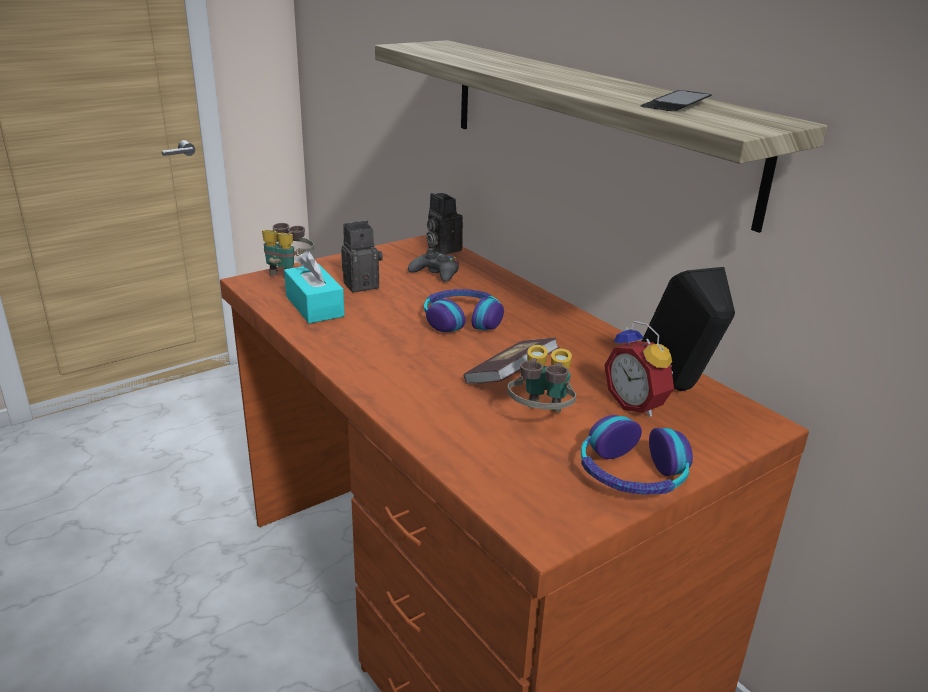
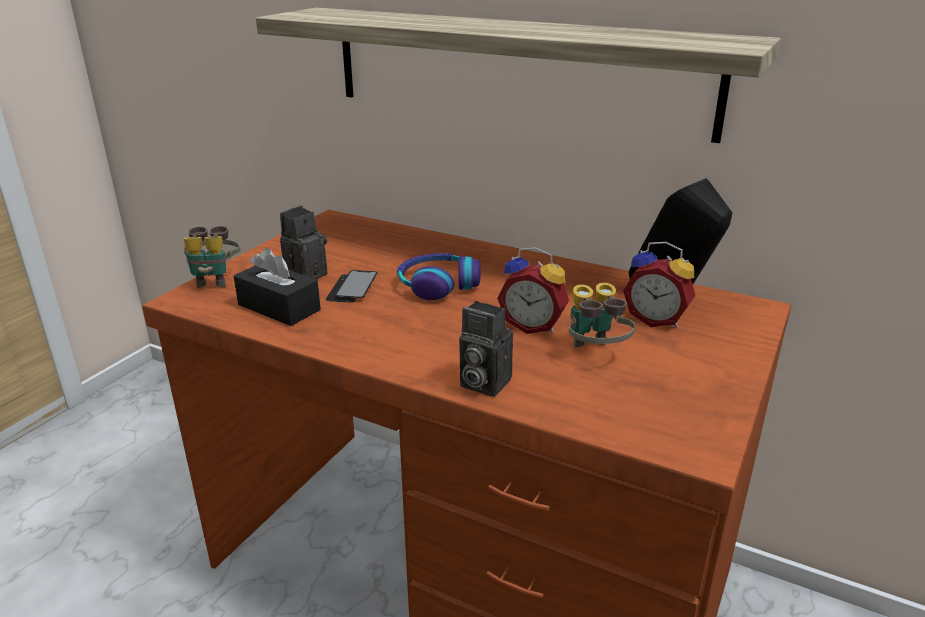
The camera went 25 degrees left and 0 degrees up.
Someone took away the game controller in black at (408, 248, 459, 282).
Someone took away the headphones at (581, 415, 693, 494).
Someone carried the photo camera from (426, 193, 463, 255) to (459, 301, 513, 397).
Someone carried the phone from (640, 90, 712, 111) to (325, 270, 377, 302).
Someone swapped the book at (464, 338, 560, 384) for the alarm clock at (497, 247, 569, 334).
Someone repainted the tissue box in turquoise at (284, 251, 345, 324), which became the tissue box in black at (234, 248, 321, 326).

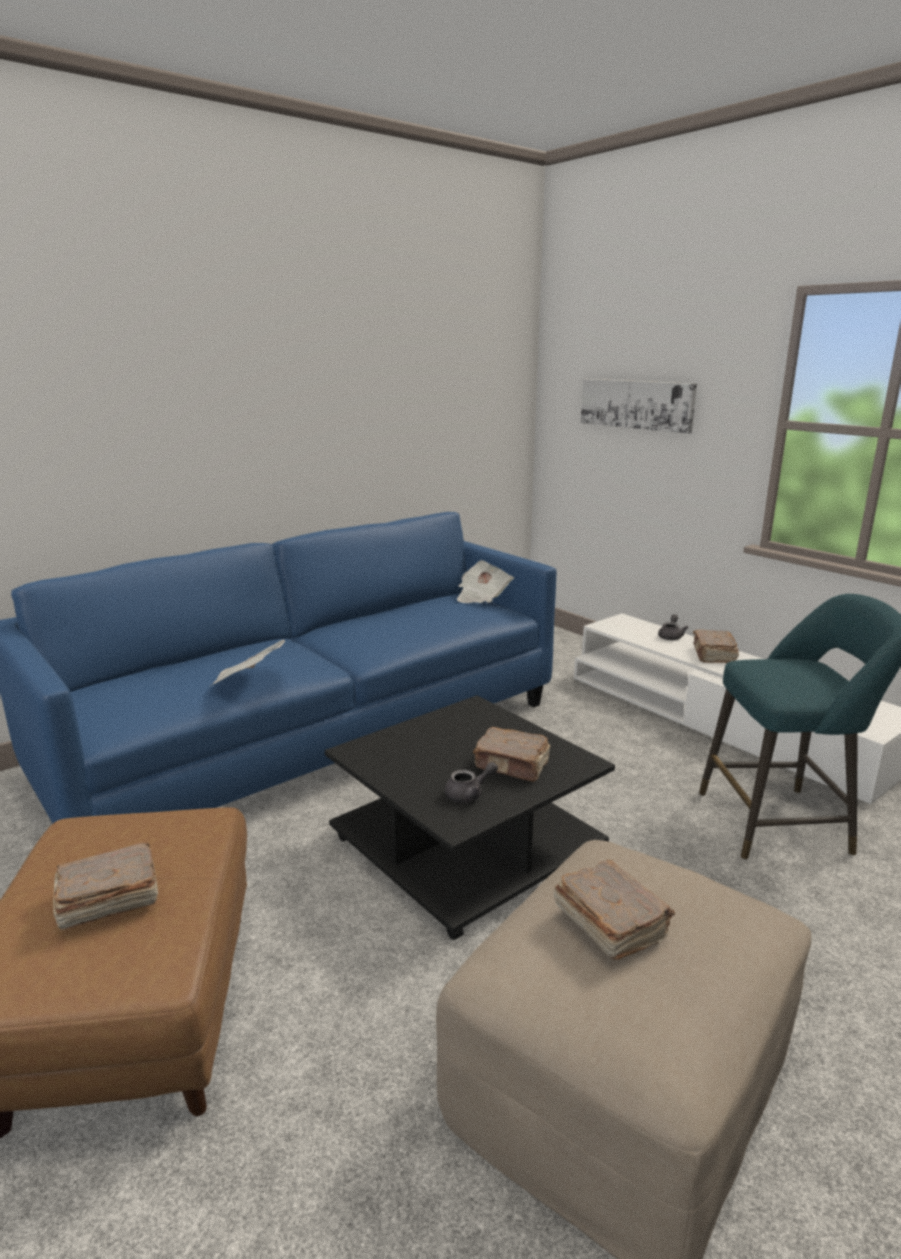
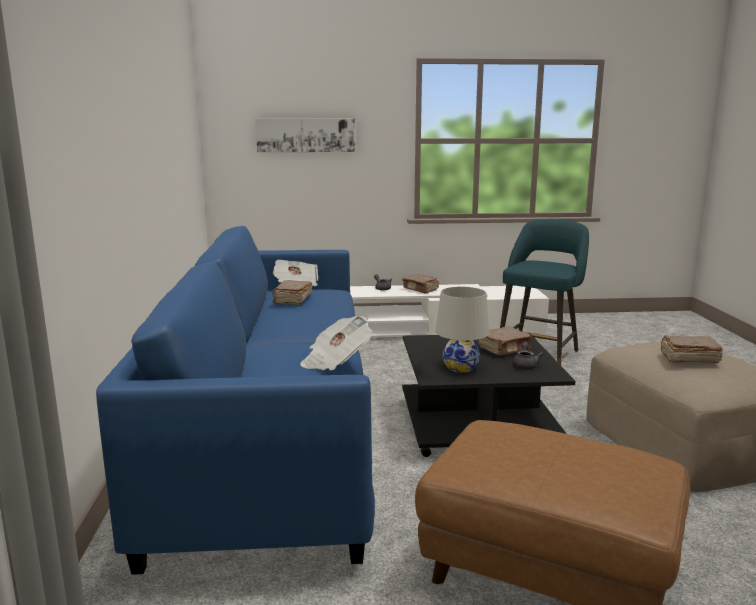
The camera went 55 degrees left and 5 degrees down.
Someone put down the table lamp in white at (435, 287, 489, 373).
Someone carried the book in brown from (53, 842, 158, 931) to (272, 280, 313, 305).

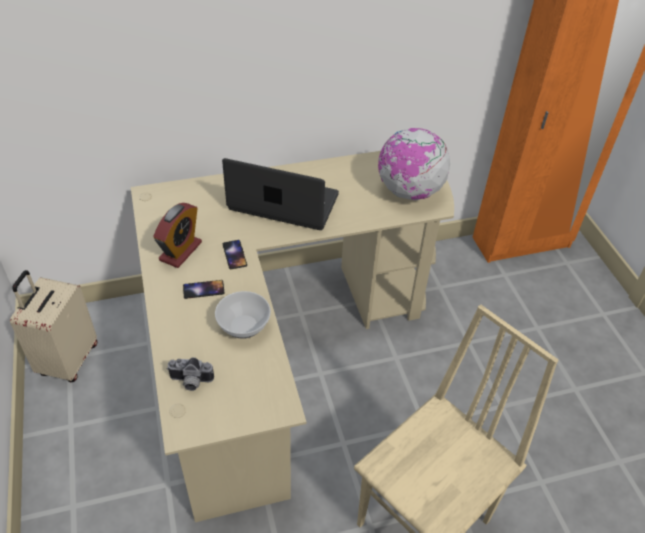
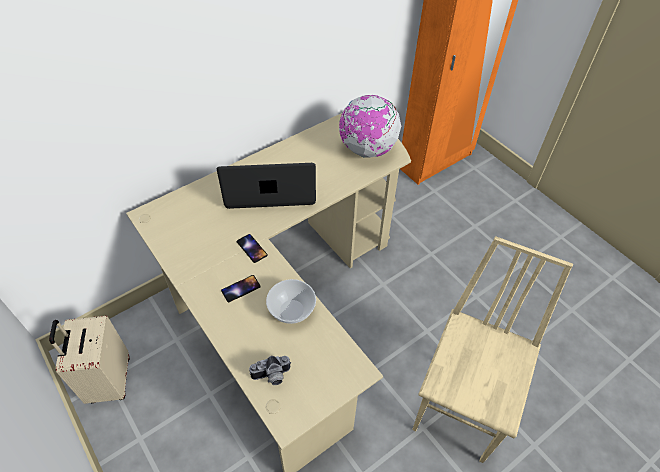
The camera went 20 degrees left and 5 degrees up.
Someone took away the alarm clock at (153, 203, 202, 268).

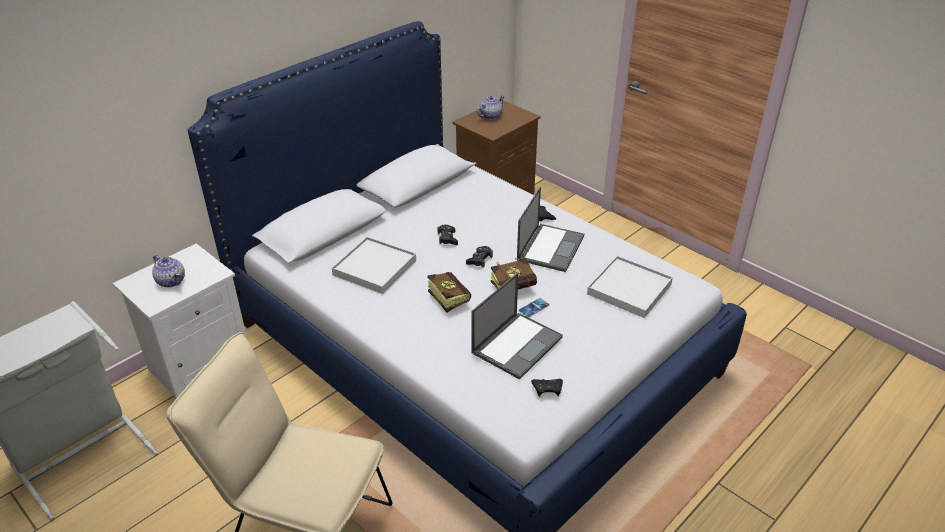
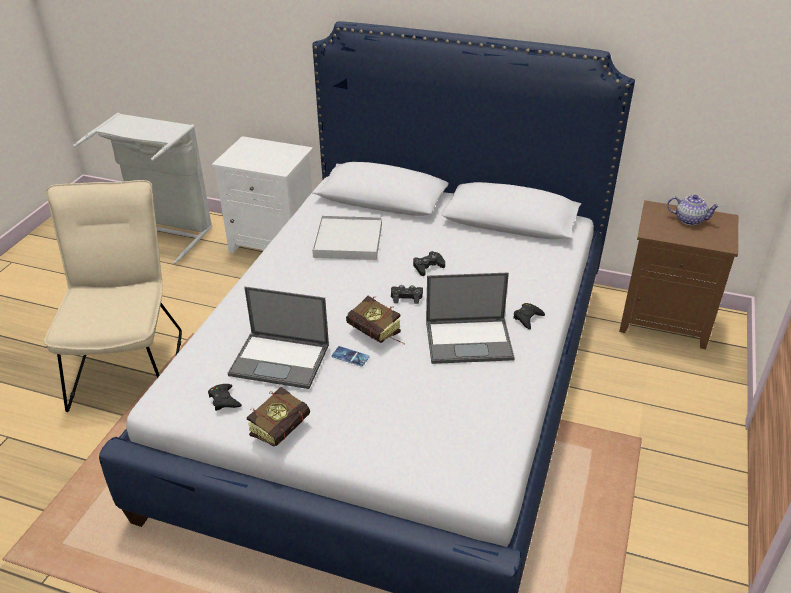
The camera went 65 degrees right and 0 degrees up.
Someone took away the teapot at (152, 255, 185, 288).
Someone took away the tray in white at (587, 256, 673, 318).
Someone carried the book from (427, 272, 471, 313) to (247, 387, 310, 446).

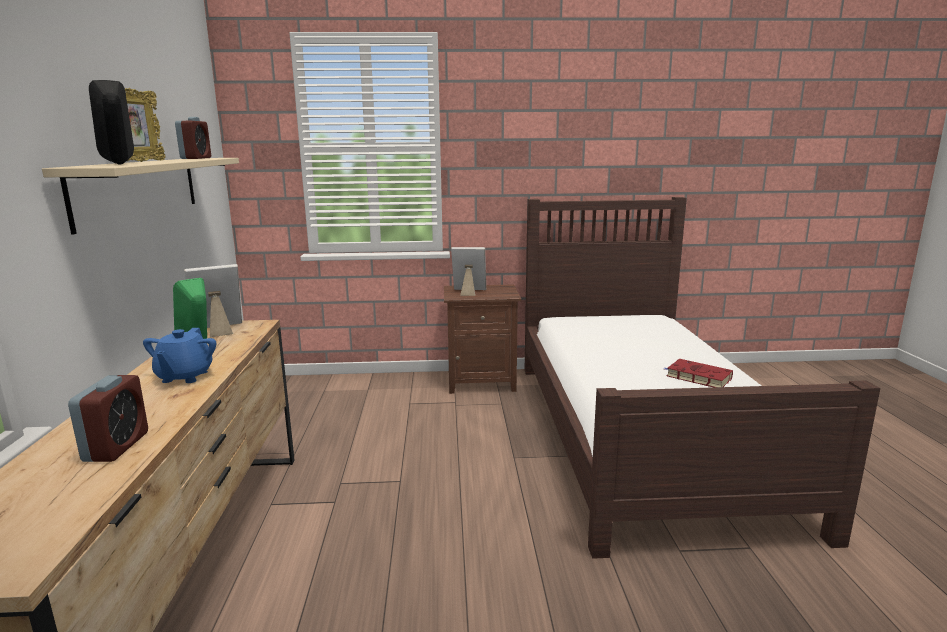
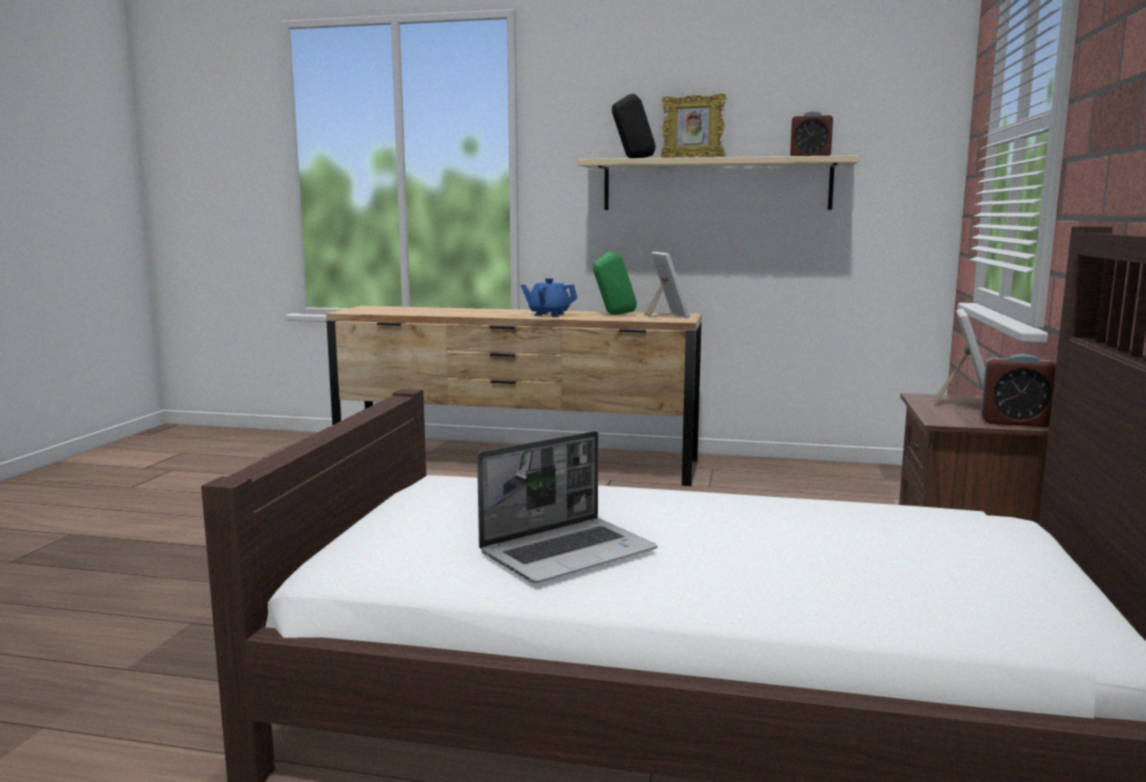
The camera went 105 degrees right and 5 degrees down.
Someone carried the alarm clock from (68, 375, 148, 462) to (981, 354, 1056, 427).
Someone swapped the book in red at (665, 359, 733, 387) for the laptop at (477, 431, 657, 583).

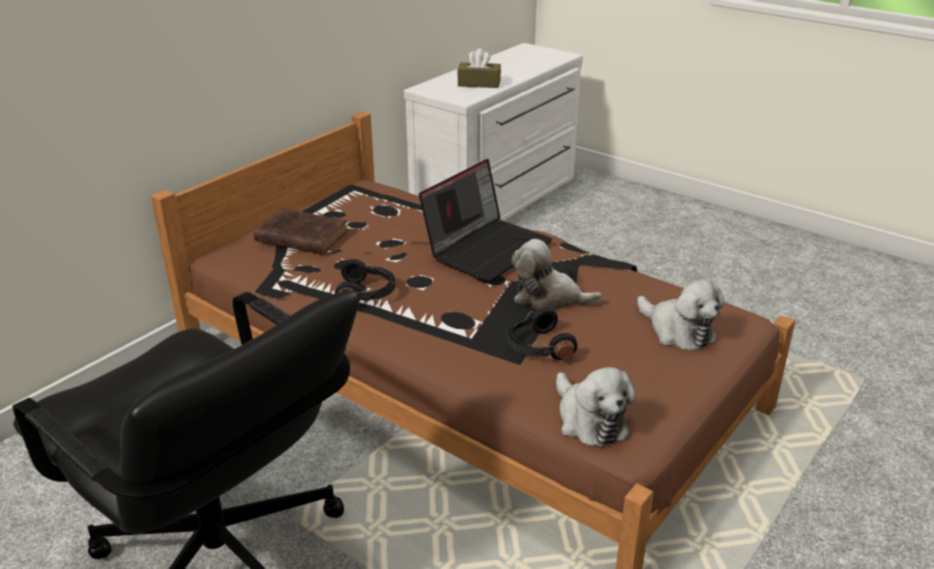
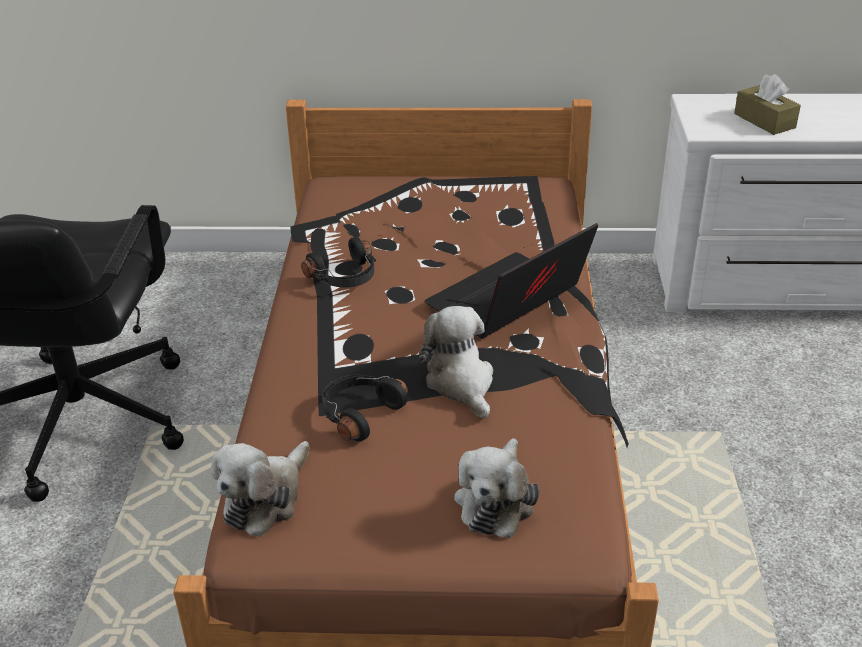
The camera went 55 degrees right and 5 degrees up.
Someone took away the book in brown at (253, 208, 348, 255).
Someone rotated the laptop at (419, 159, 552, 282) by 135 degrees clockwise.

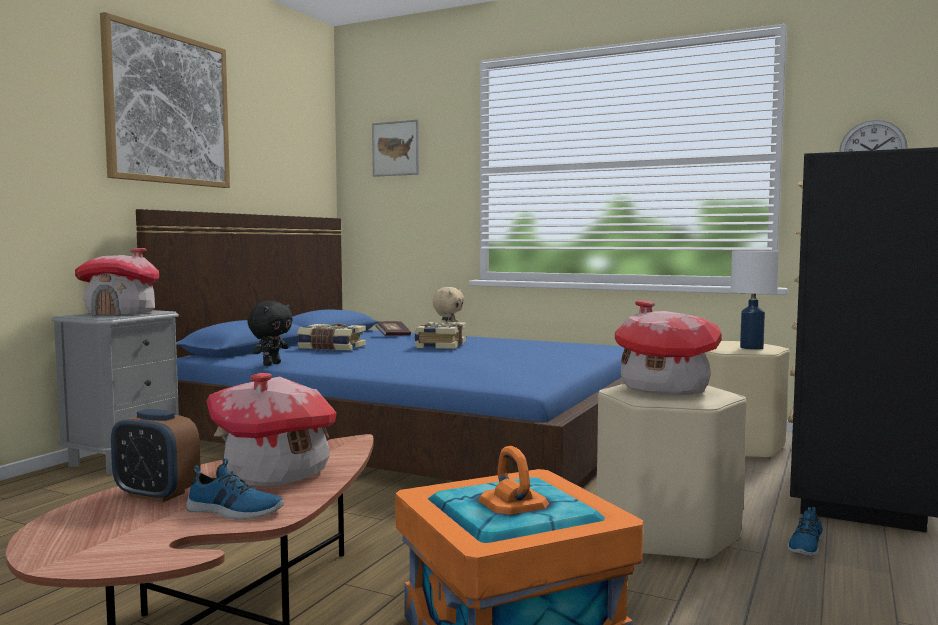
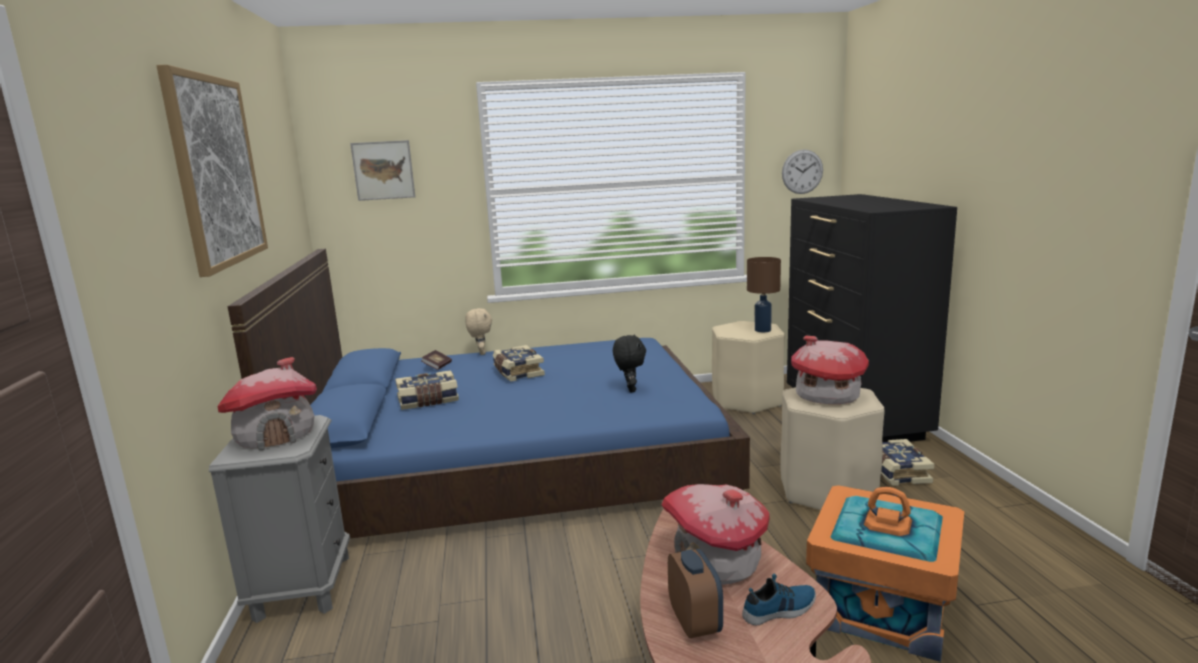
The camera went 35 degrees left and 10 degrees up.
Someone carried the plush toy in black from (247, 301, 293, 366) to (613, 335, 646, 392).
Someone swapped the shoe at (787, 507, 823, 556) for the book at (881, 439, 935, 486).
Someone repainted the table lamp in white at (731, 251, 779, 350), which became the table lamp in brown at (747, 257, 781, 332).
Someone rotated the alarm clock at (111, 409, 201, 502) by 90 degrees counterclockwise.

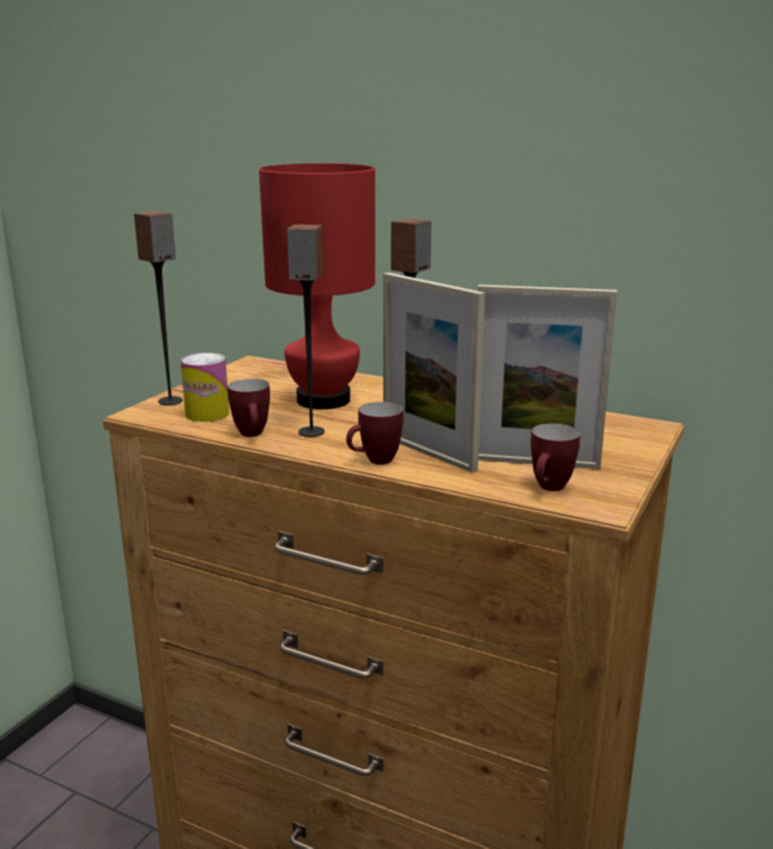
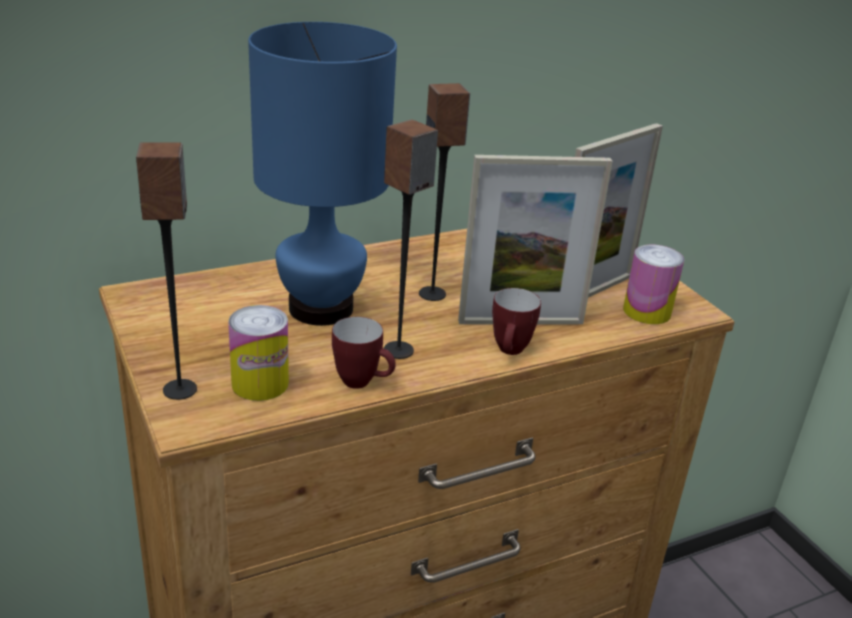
The camera went 55 degrees left and 10 degrees up.
Someone swapped the mug at (531, 423, 580, 491) for the can at (623, 245, 684, 324).
Someone repainted the table lamp in red at (259, 163, 375, 409), which became the table lamp in blue at (248, 22, 397, 326).

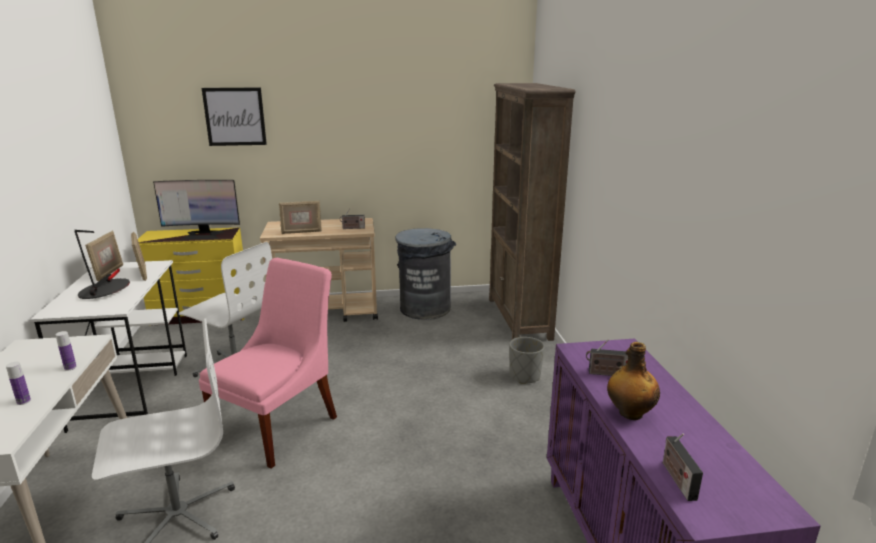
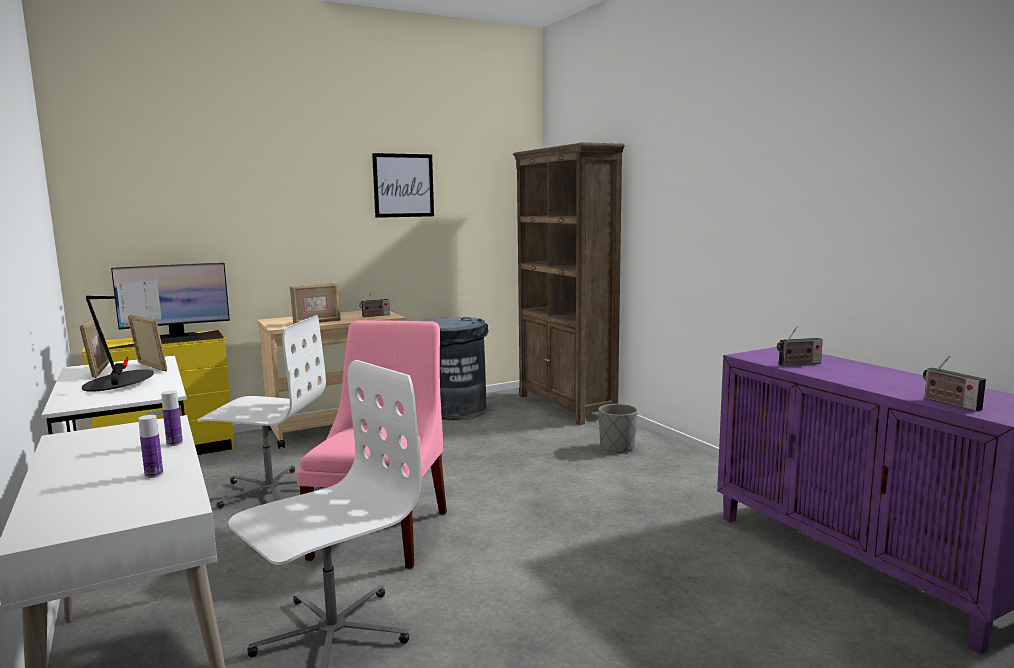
The camera went 20 degrees left and 10 degrees down.
Someone took away the bottle at (607, 342, 660, 420).
Someone carried the picture from (202, 88, 267, 146) to (372, 153, 434, 218).

